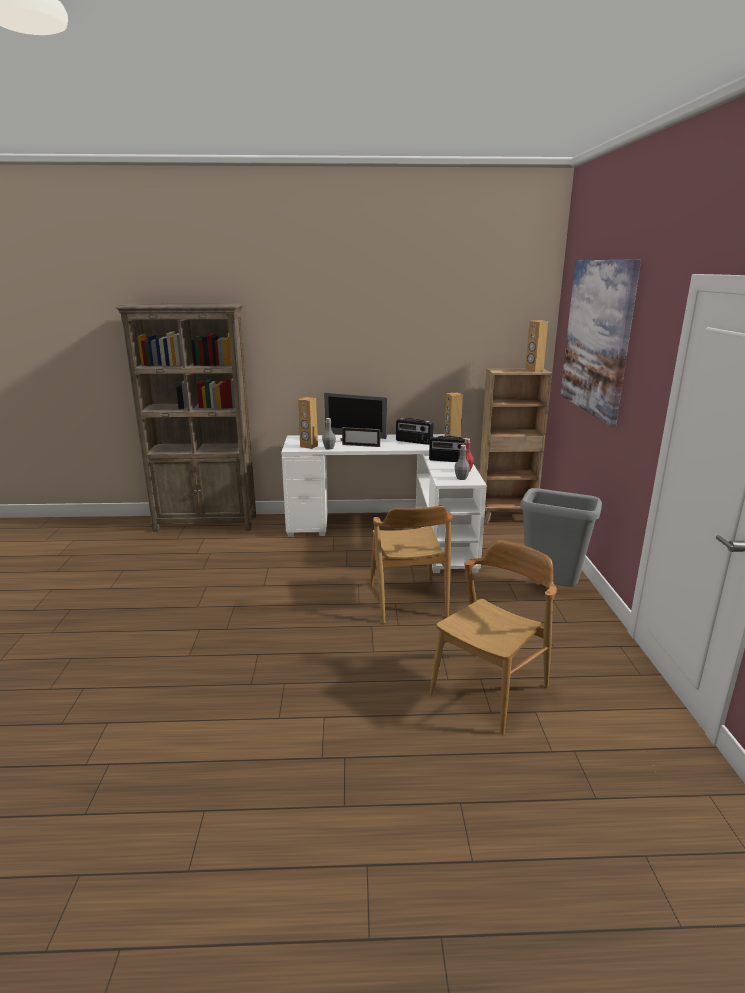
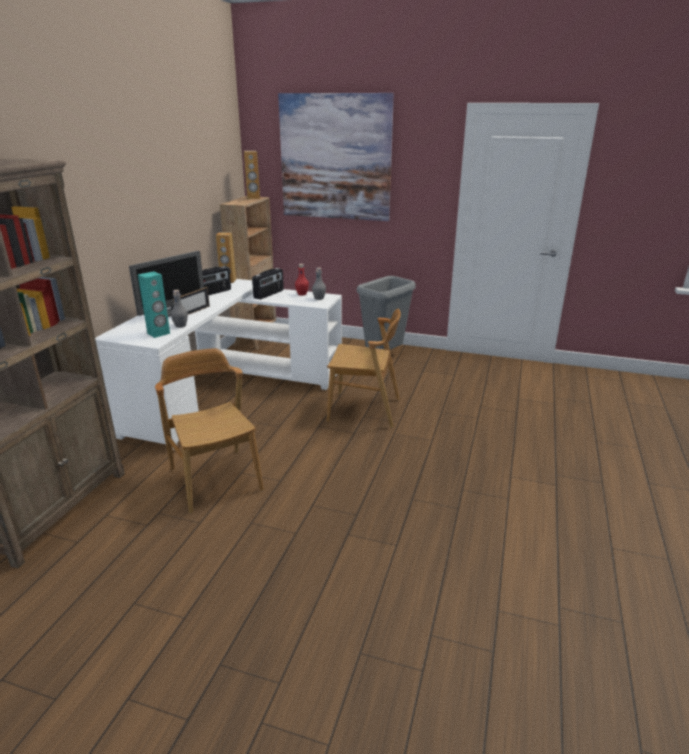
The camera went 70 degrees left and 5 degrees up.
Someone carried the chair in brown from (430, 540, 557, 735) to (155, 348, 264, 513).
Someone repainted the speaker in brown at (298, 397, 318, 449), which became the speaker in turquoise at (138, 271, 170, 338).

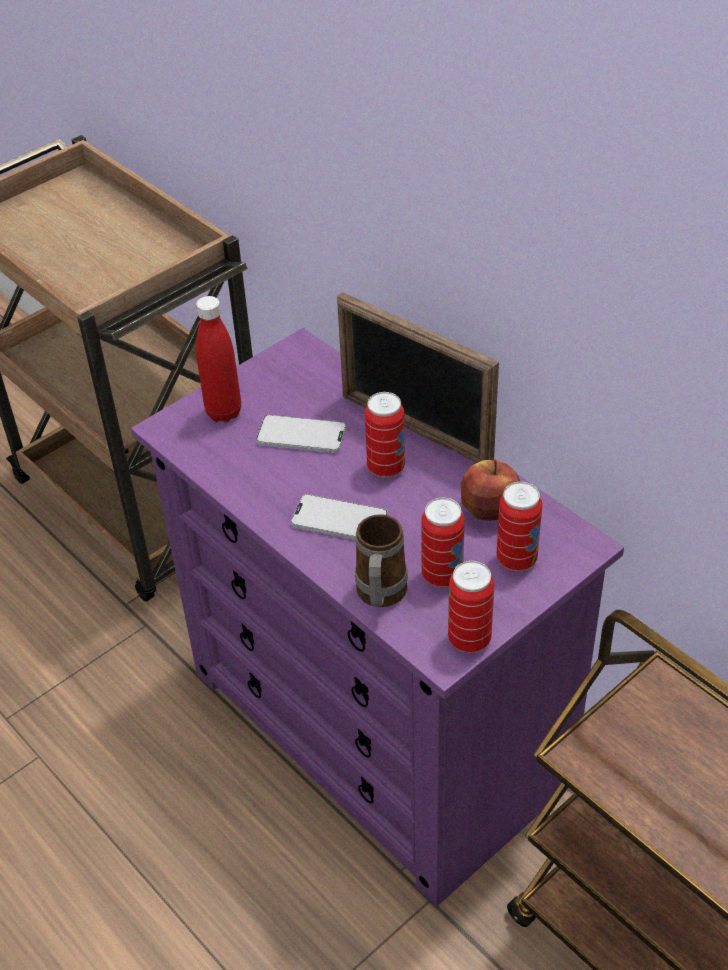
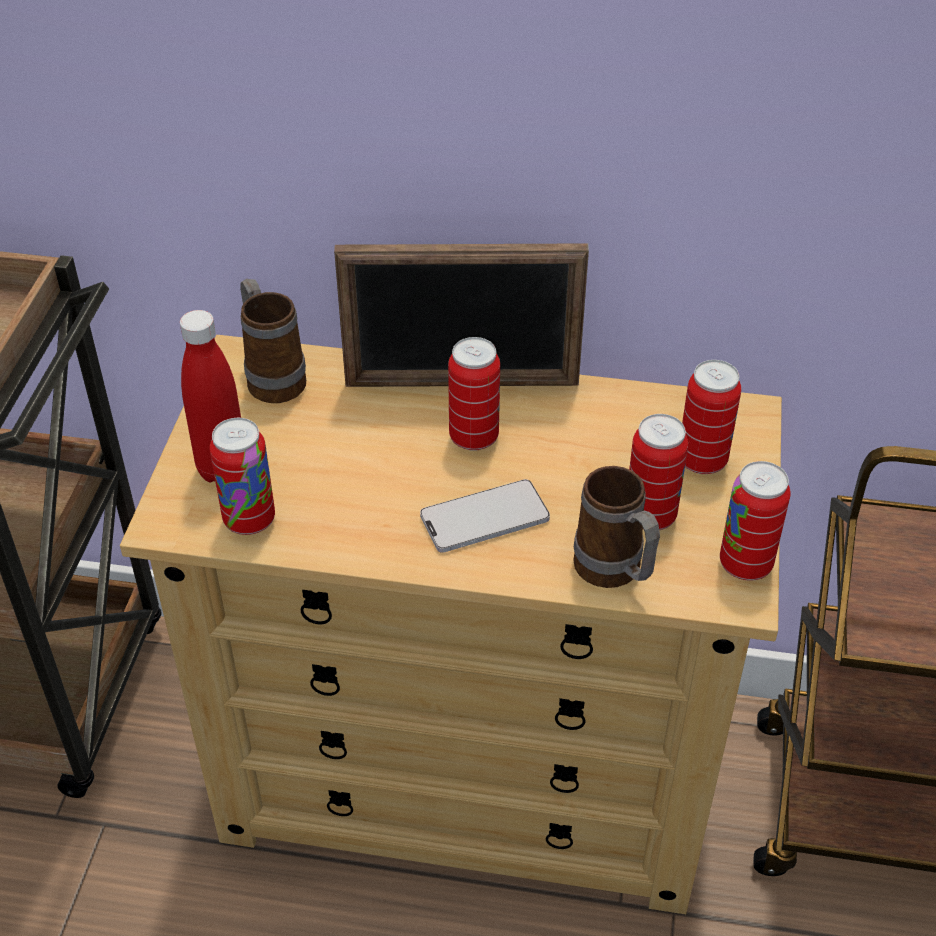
The camera went 40 degrees left and 0 degrees up.
Someone took away the phone at (256, 415, 346, 453).
Someone took away the apple at (460, 460, 520, 521).
Someone put down the can at (210, 418, 275, 535).
Someone put down the mug at (240, 279, 306, 403).
Someone repainted the dresser in purple at (131, 328, 624, 907), which became the dresser in beige at (120, 335, 782, 914).

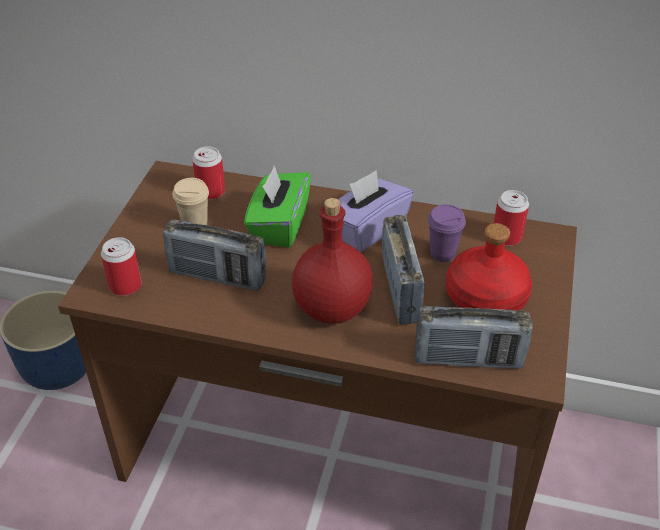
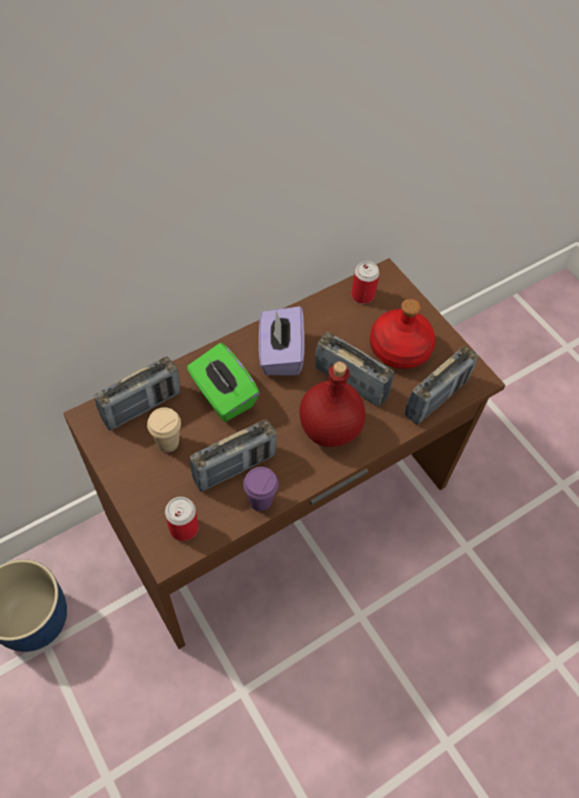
The camera went 50 degrees left and 15 degrees up.
Someone carried the cup in purple from (428, 204, 466, 262) to (243, 467, 278, 511).
Someone swapped the can at (192, 146, 225, 200) for the radio at (94, 357, 180, 431).

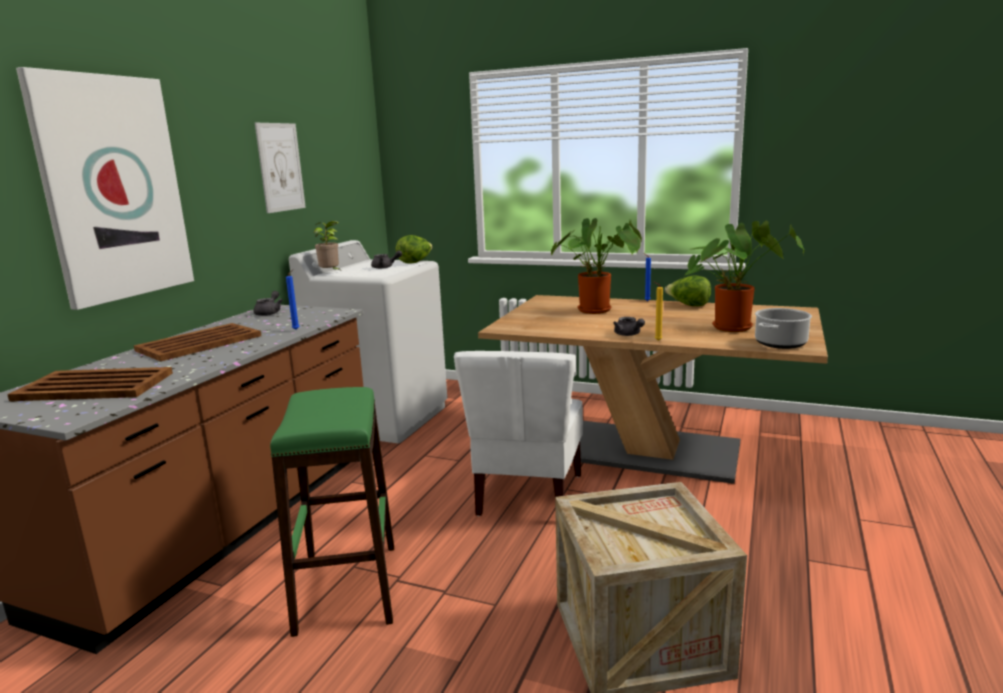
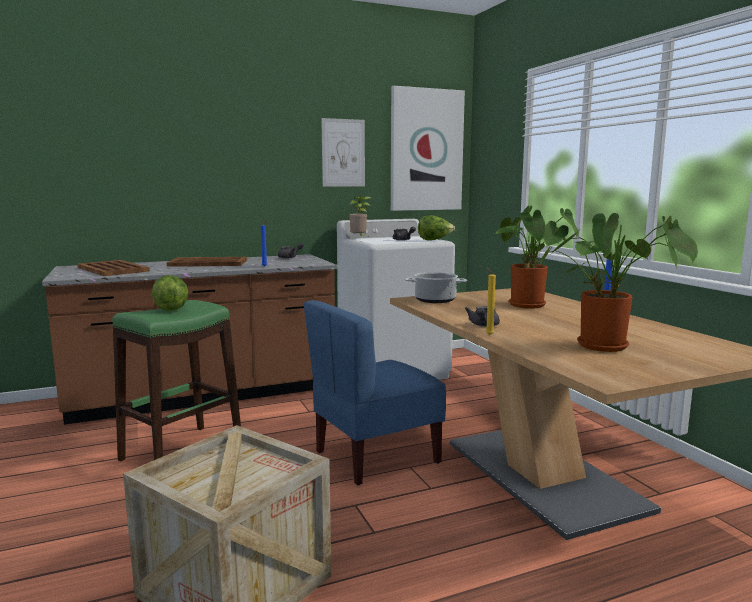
The camera went 45 degrees right and 5 degrees down.
Someone carried the picture from (16, 67, 194, 310) to (391, 86, 465, 211).
Someone carried the lettuce from (665, 275, 711, 306) to (152, 275, 188, 311).
Someone carried the cooking pot from (755, 308, 812, 349) to (405, 272, 467, 303).
Someone repainted the chair in white at (454, 351, 583, 516), which became the chair in blue at (304, 300, 446, 486).

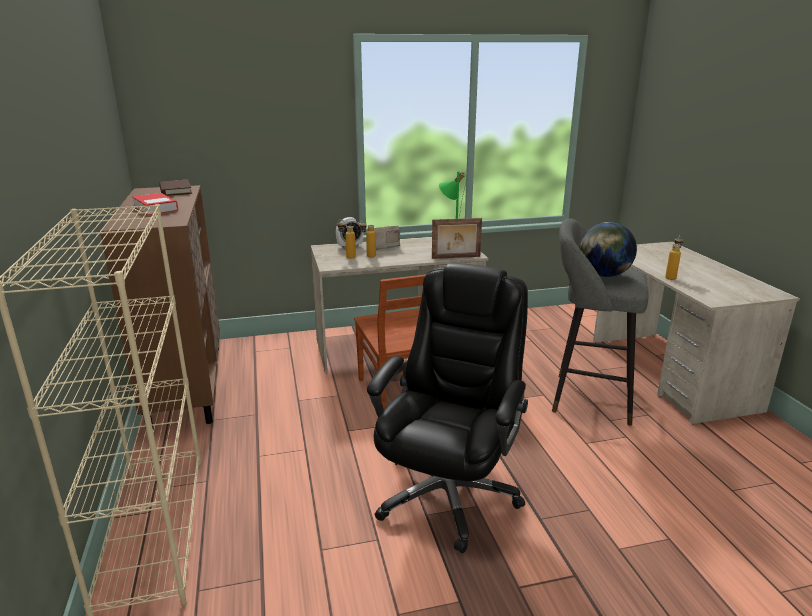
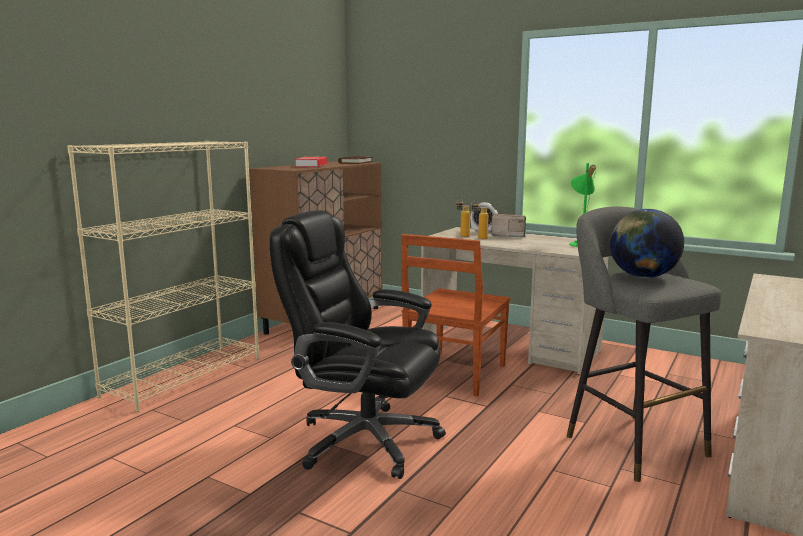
The camera went 45 degrees right and 10 degrees down.
Someone took away the picture frame at (432, 218, 482, 259).
Someone took away the bottle at (665, 235, 683, 280).
Someone rotated the office chair in black at (367, 263, 528, 553) by 135 degrees counterclockwise.

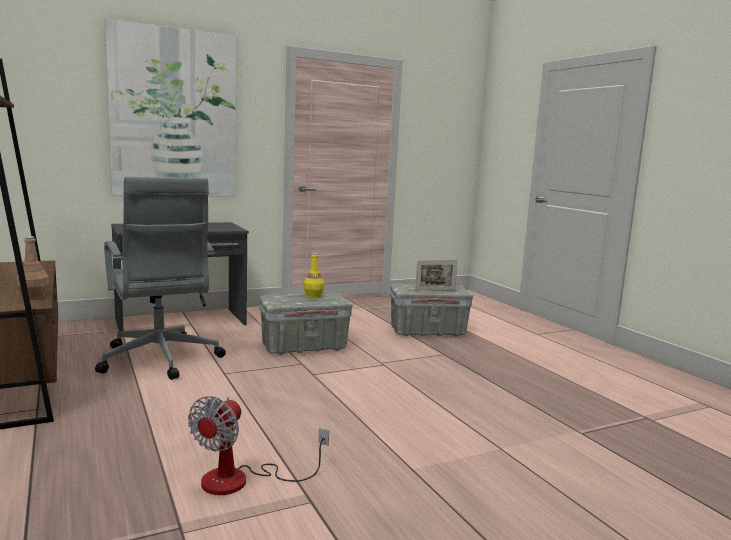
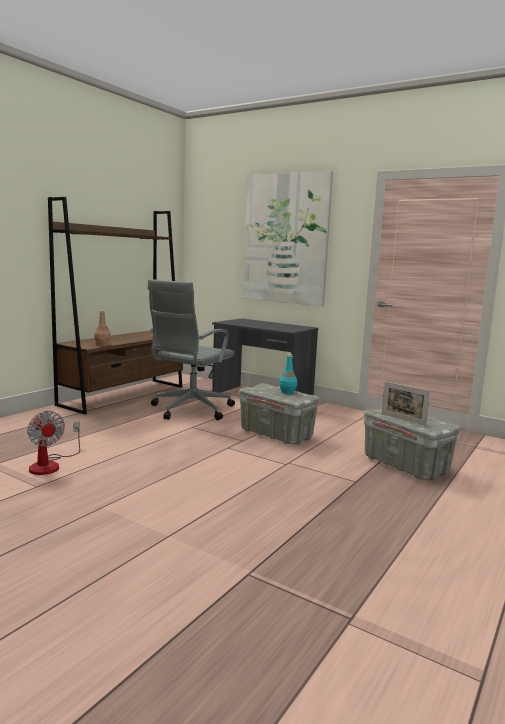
The camera went 60 degrees right and 0 degrees up.
Someone repainted the bottle in yellow at (304, 253, 324, 298), which became the bottle in turquoise at (279, 354, 297, 394).
Someone rotated the fan at (188, 396, 329, 495) by 120 degrees counterclockwise.

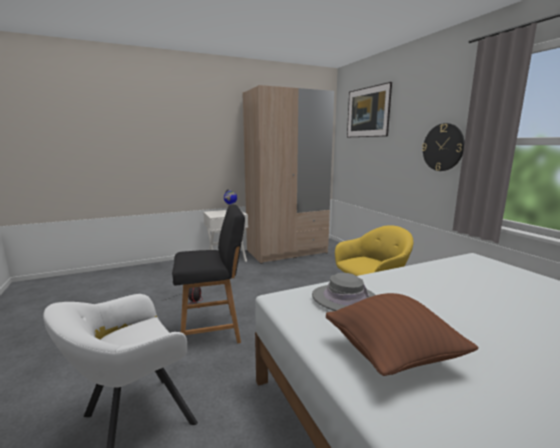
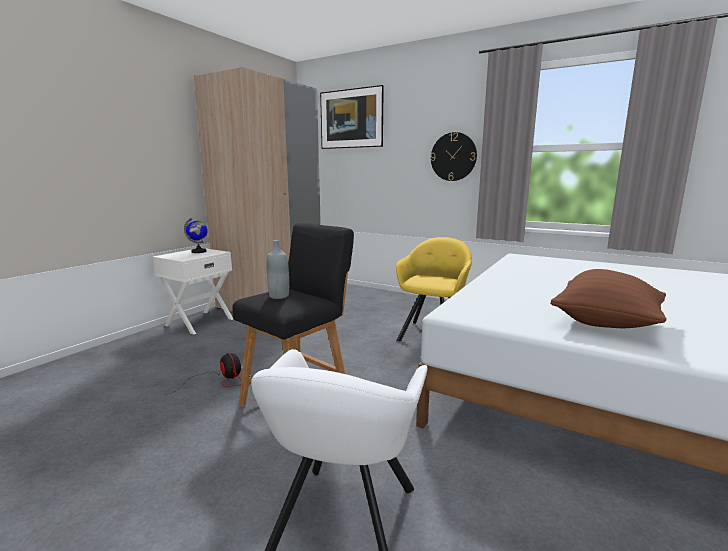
The camera went 35 degrees left and 0 degrees up.
Someone took away the hat in grey at (312, 273, 375, 311).
Someone put down the bottle in grey at (267, 240, 289, 299).

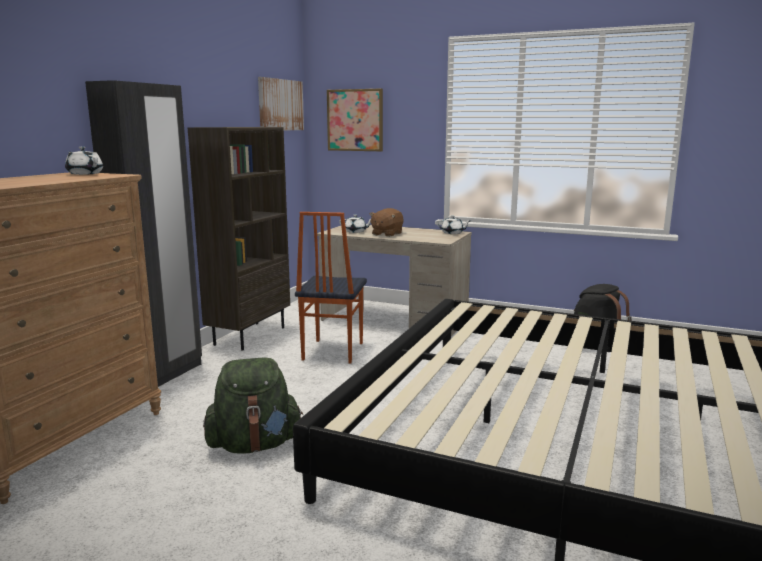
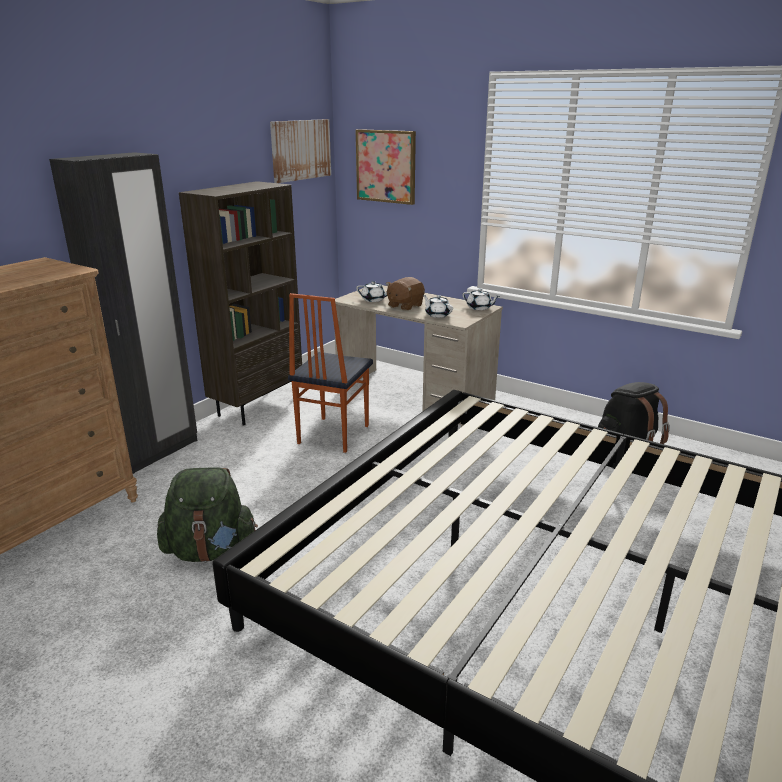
The camera went 10 degrees right and 10 degrees up.
Someone carried the teapot in white from (65, 147, 103, 175) to (423, 295, 453, 318).

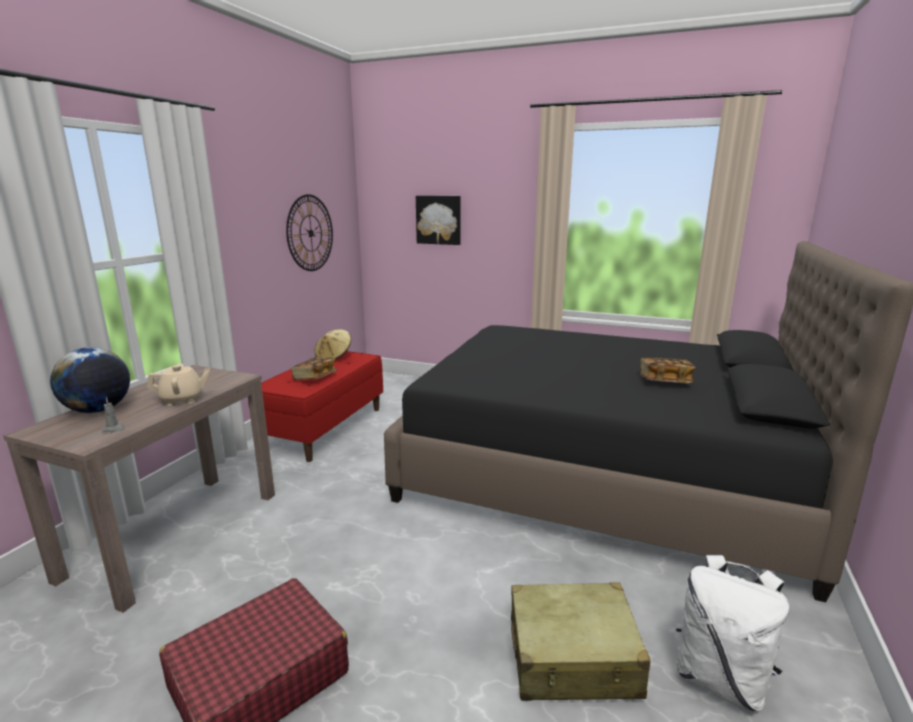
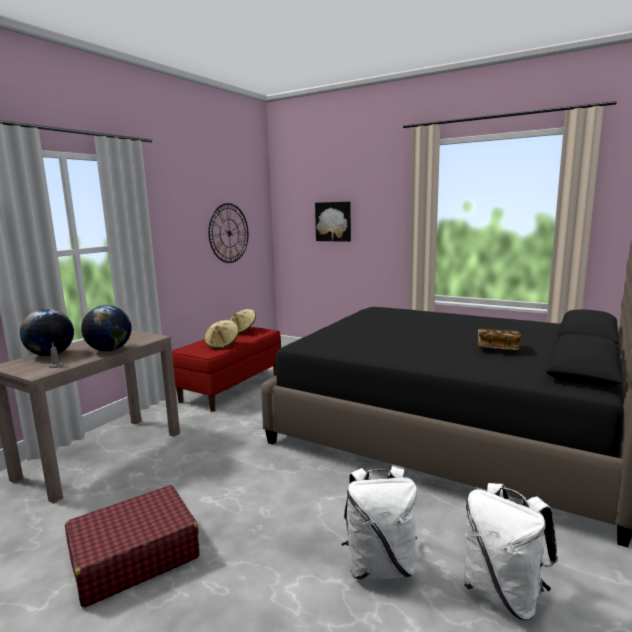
The camera went 10 degrees right and 5 degrees down.
Someone swapped the teapot in beige at (147, 364, 210, 406) for the globe at (81, 305, 132, 351).
Someone swapped the book at (291, 357, 337, 380) for the hat in beige at (204, 320, 239, 349).
Someone swapped the suitcase in beige at (511, 582, 650, 701) for the backpack in white at (342, 466, 417, 580).

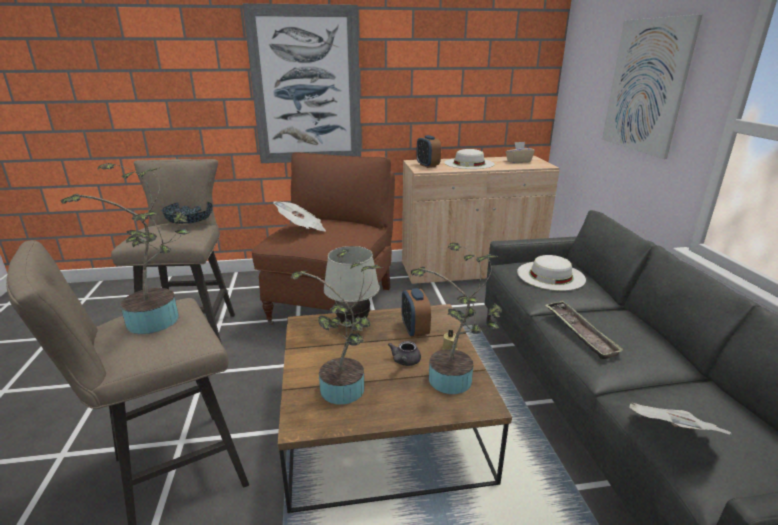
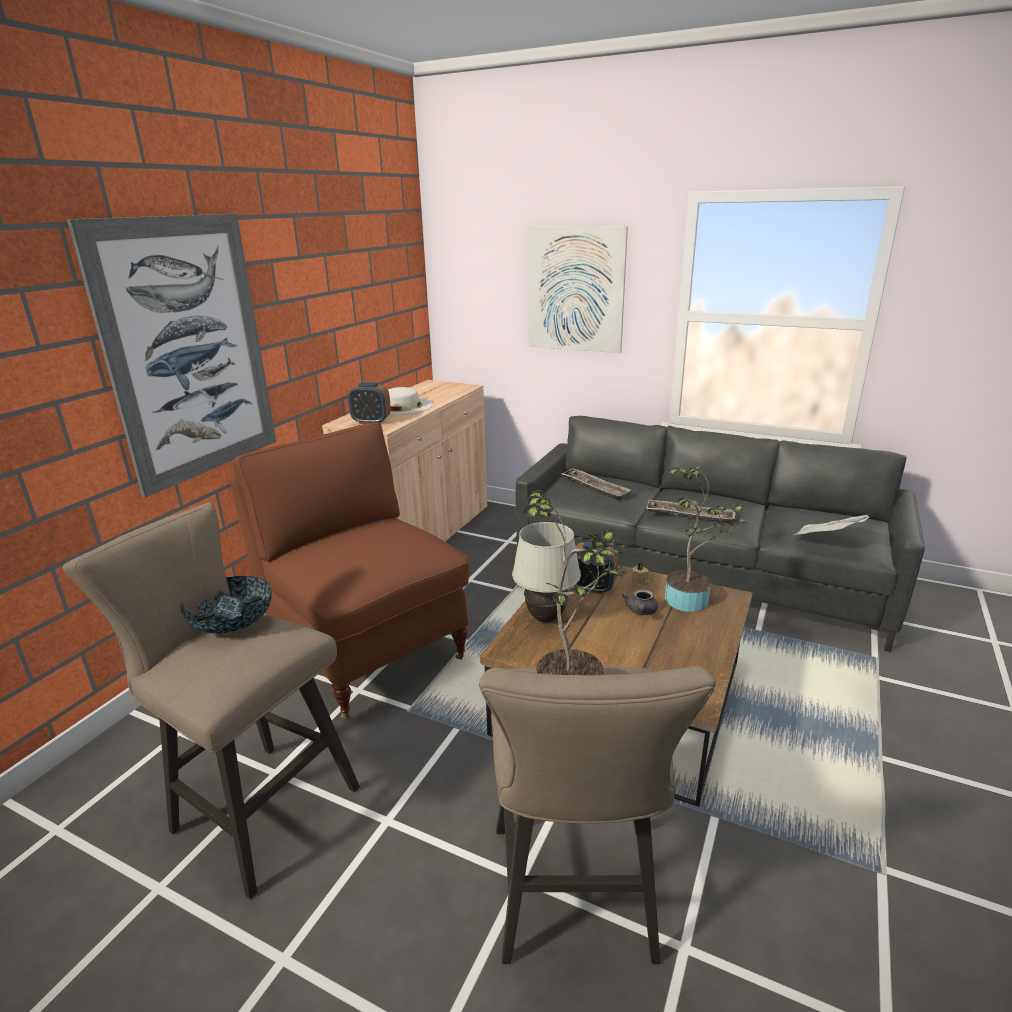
The camera went 55 degrees left and 0 degrees up.
Someone took away the newspaper at (273, 201, 326, 232).
Someone took away the potted plant at (290, 249, 383, 405).
Someone took away the tissue box in beige at (506, 142, 535, 163).
Someone swapped the hat in white at (517, 255, 586, 291) for the tray at (562, 468, 631, 501).
Someone rotated the teapot in grey at (388, 341, 421, 366) by 45 degrees clockwise.

